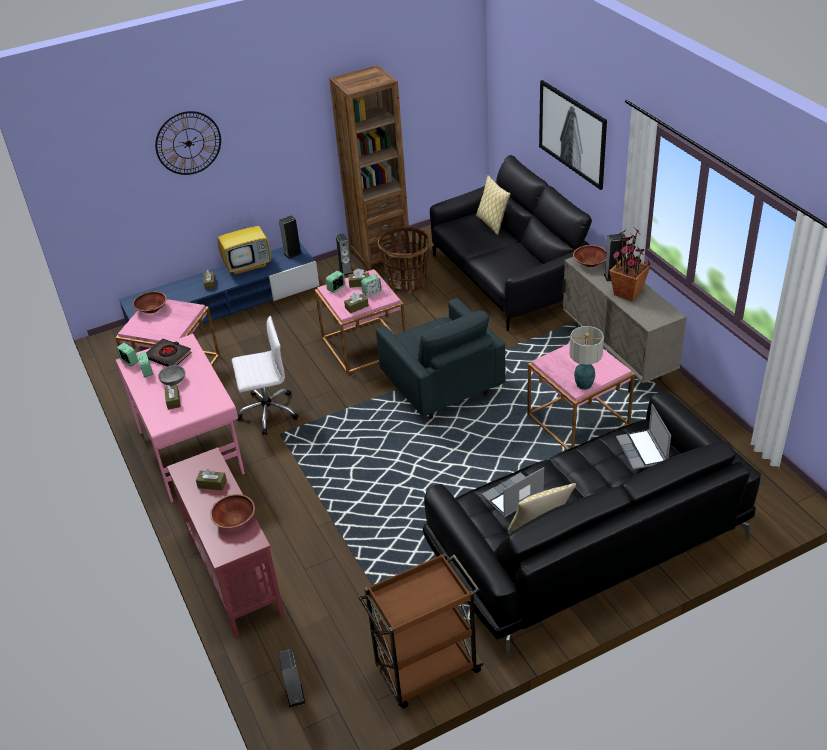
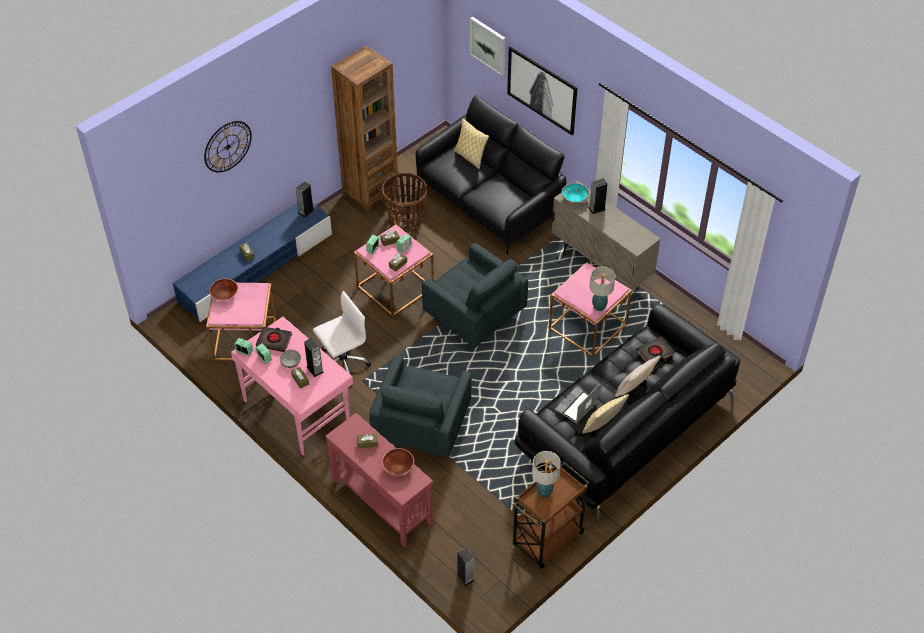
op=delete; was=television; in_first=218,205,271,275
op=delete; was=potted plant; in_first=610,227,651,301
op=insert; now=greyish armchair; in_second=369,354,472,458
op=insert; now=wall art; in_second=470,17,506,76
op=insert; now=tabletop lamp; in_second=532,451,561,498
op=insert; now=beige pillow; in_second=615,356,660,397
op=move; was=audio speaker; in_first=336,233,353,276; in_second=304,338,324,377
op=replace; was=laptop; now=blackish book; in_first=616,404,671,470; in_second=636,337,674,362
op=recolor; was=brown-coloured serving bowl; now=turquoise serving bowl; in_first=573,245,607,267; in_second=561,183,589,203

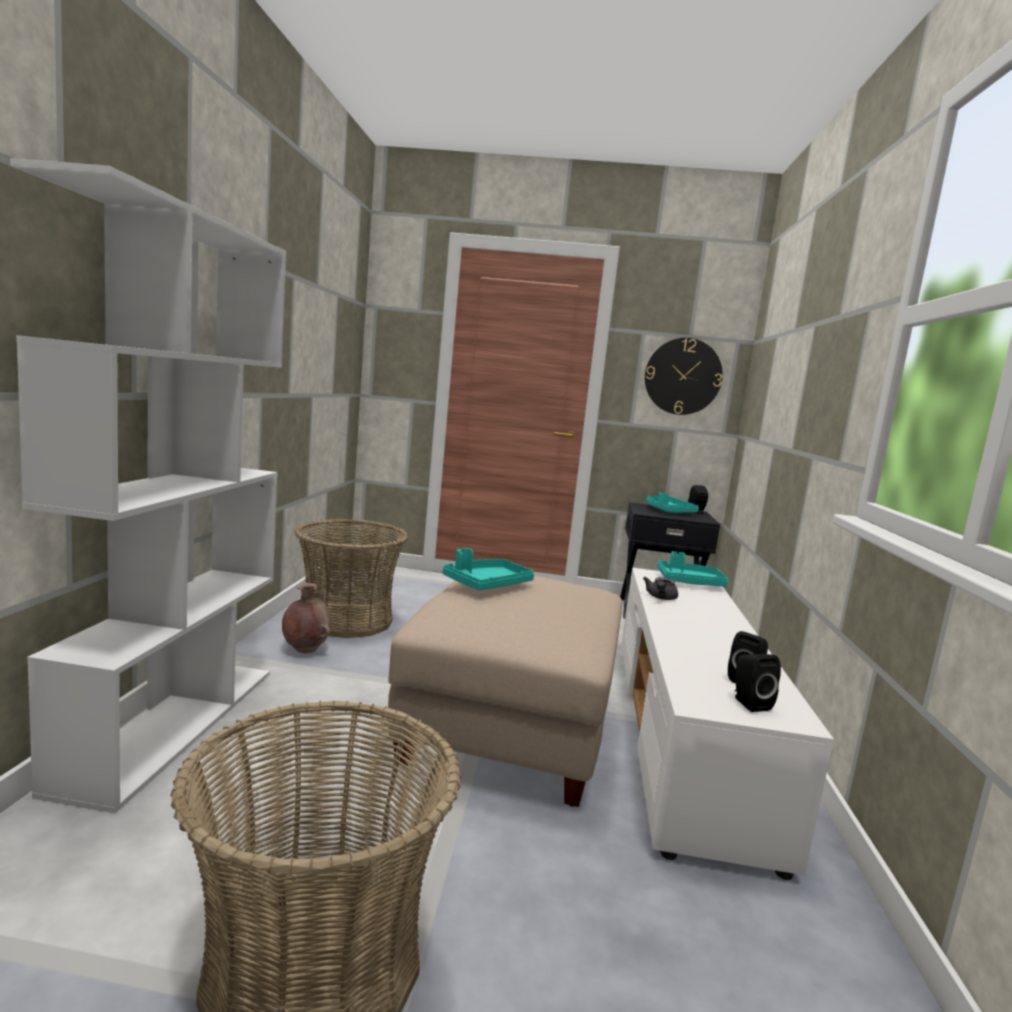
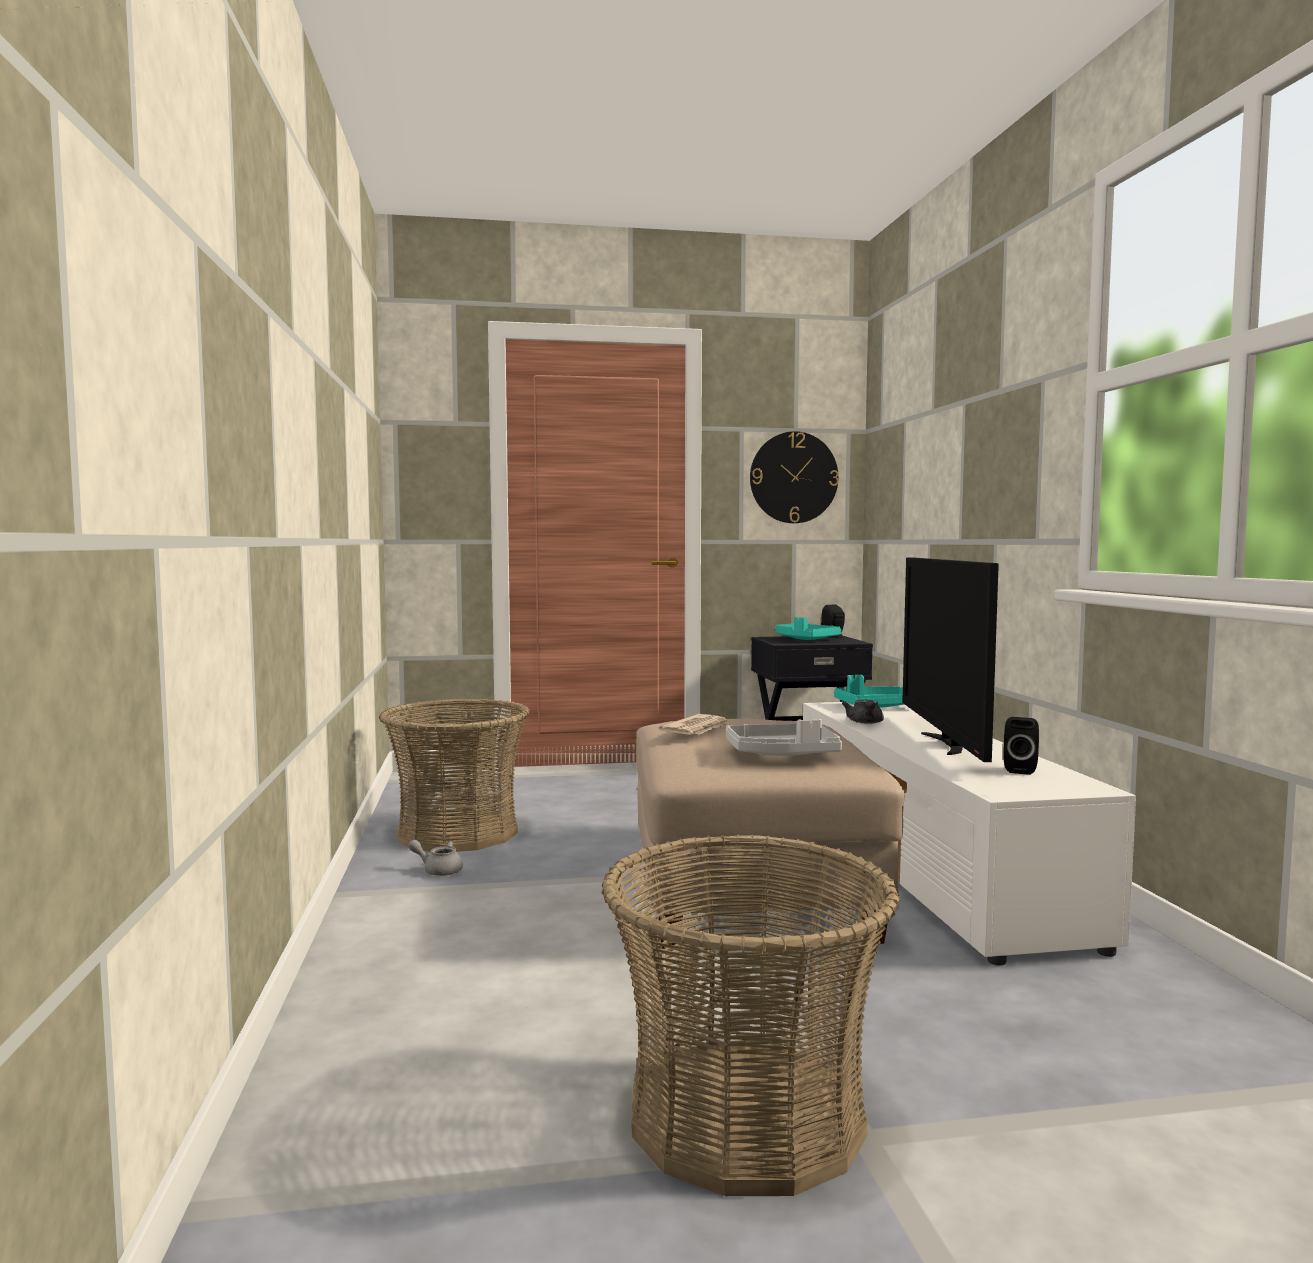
op=delete; was=white-coloured bookcase; in_first=10,158,286,813
op=delete; was=blackish audio speaker; in_first=735,654,781,712
op=insert; now=greyish tray; in_second=726,719,842,756
op=insert; now=television; in_second=902,557,999,762
op=replace; was=brown-coloured decorative vase; now=greyish pot for tea; in_first=282,583,331,653; in_second=408,840,463,876
op=replace; was=turquoise tray; now=printed paper; in_first=443,548,534,590; in_second=659,714,730,735

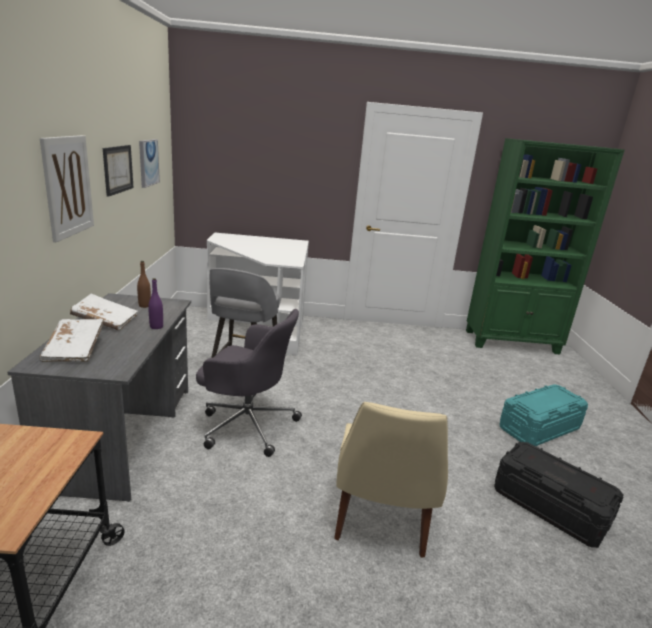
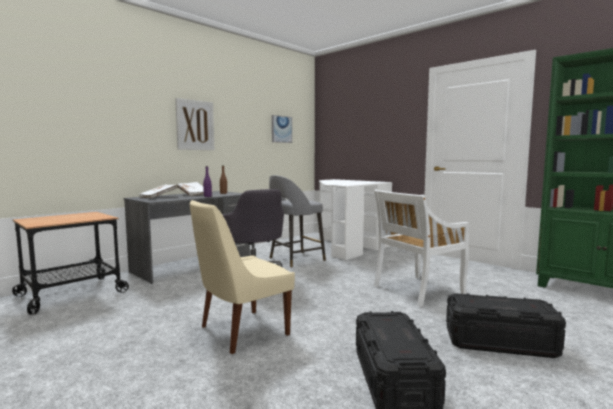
op=delete; was=wall art; in_first=103,145,134,197
op=insert; now=white-coloured upright chair; in_second=374,190,469,307
op=recolor; was=turquoise storage container; now=blackish storage container; in_first=499,384,588,446; in_second=446,293,566,358

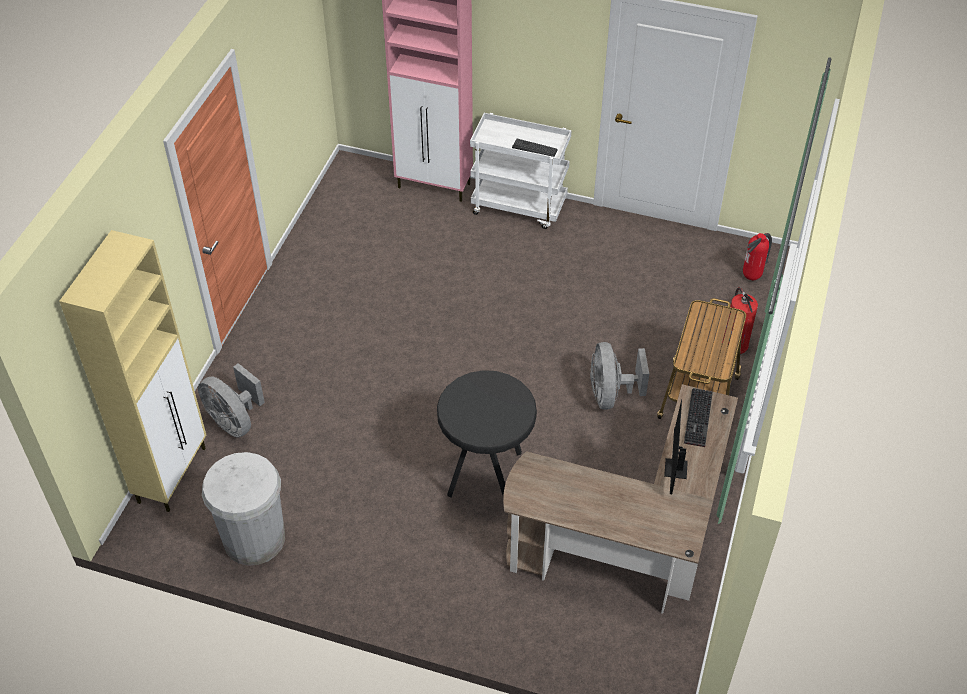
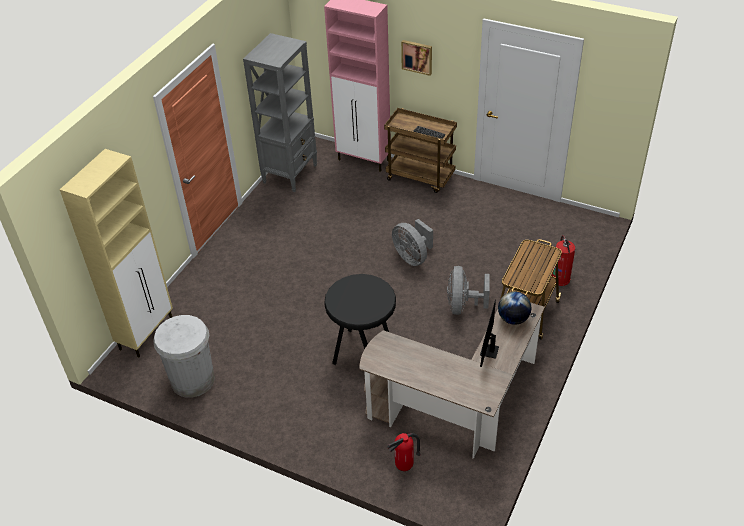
op=insert; now=greyish bookcase; in_second=243,33,317,192
op=insert; now=wall art; in_second=401,40,432,76
op=move; was=greyish electric fan; in_first=198,363,265,438; in_second=392,219,433,266
op=move; was=fire-fighting cylinder; in_first=743,233,772,280; in_second=387,433,421,471
op=replace; was=keyboard; now=world globe; in_first=684,388,713,447; in_second=498,291,531,325
op=recolor; was=white-coloured cart; now=brown-coloured cart; in_first=470,113,572,229; in_second=384,108,457,193

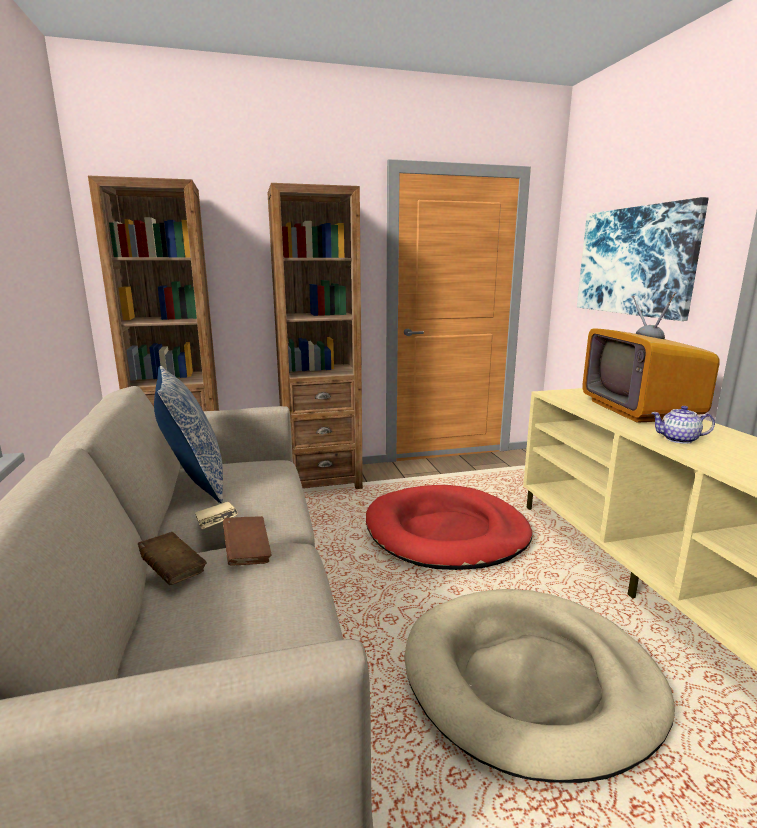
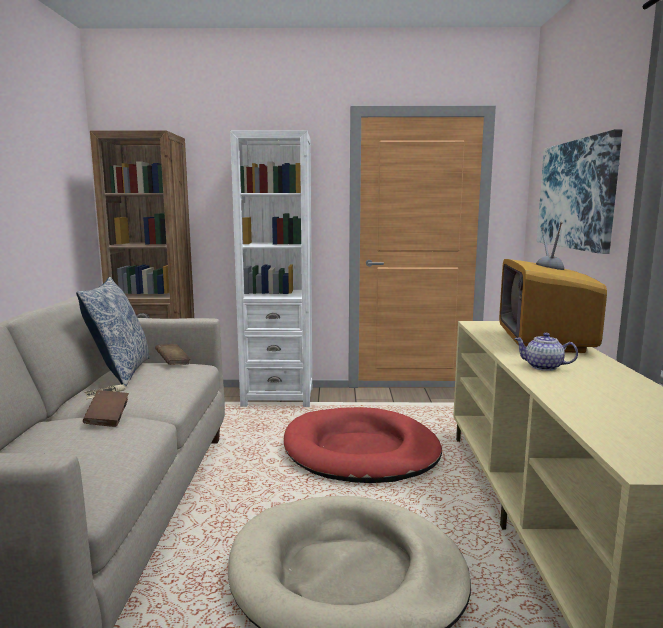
op=move; was=brown-coloured book; in_first=138,532,207,585; in_second=155,344,191,365
op=recolor; was=brown-coloured bookcase; now=white-coloured bookcase; in_first=268,183,363,489; in_second=230,130,312,407

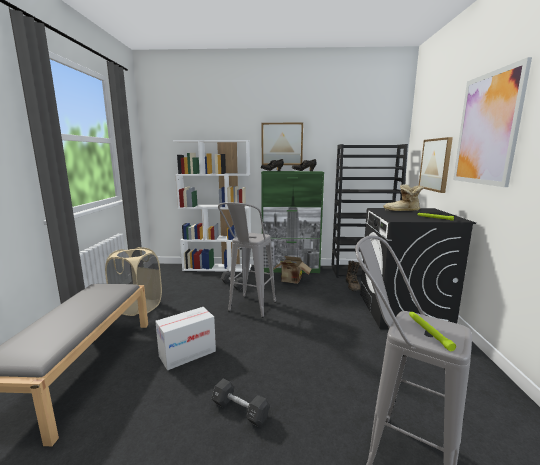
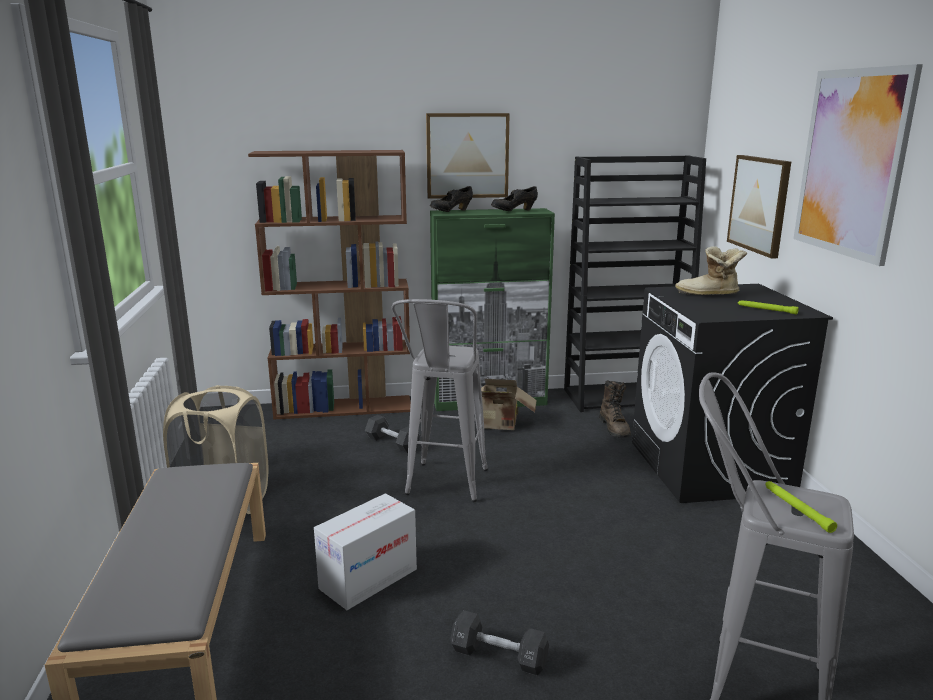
op=recolor; was=white-coloured bookcase; now=brown-coloured bookcase; in_first=173,140,252,272; in_second=248,150,411,420

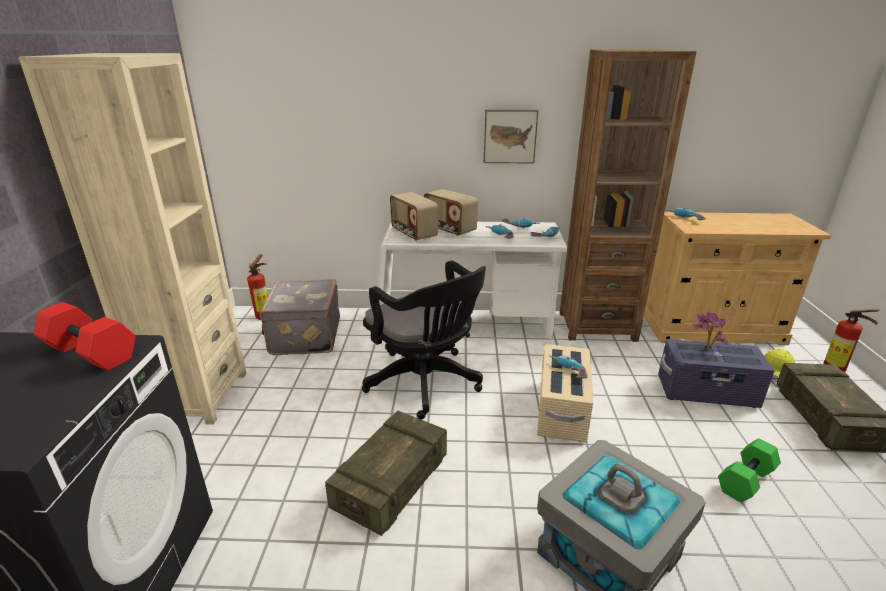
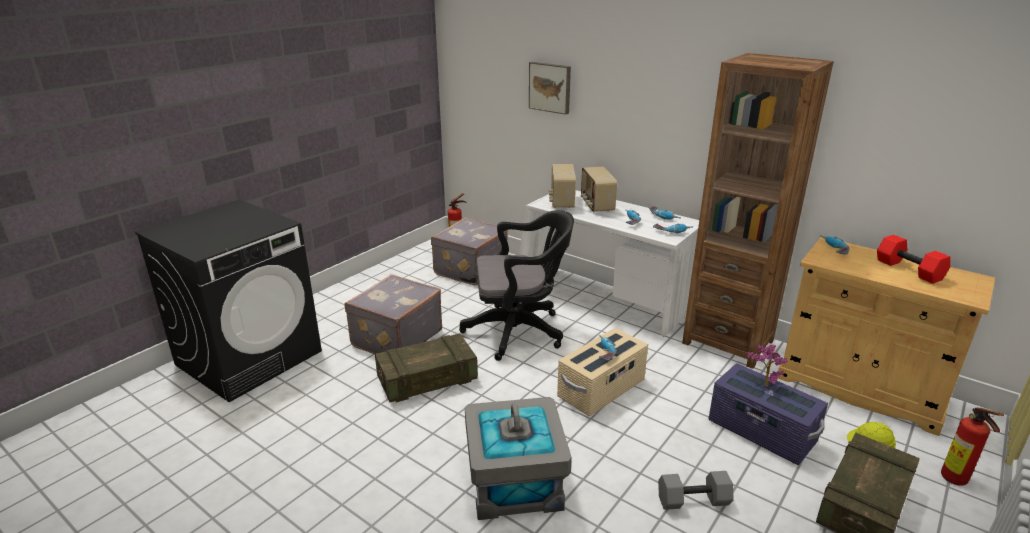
op=delete; was=beige bookcase; in_first=19,53,247,425
op=insert; now=greyish suitcase; in_second=344,274,442,355
op=move; was=reddish hand weight; in_first=33,302,136,371; in_second=877,235,950,284
op=move; was=wall art; in_first=484,109,538,164; in_second=529,62,571,115
op=recolor; was=greenish hand weight; now=greyish hand weight; in_first=718,438,781,503; in_second=658,471,734,510
op=rotate; was=blackish computer chair; in_first=362,260,486,420; in_second=459,210,574,361; clockwise=-90

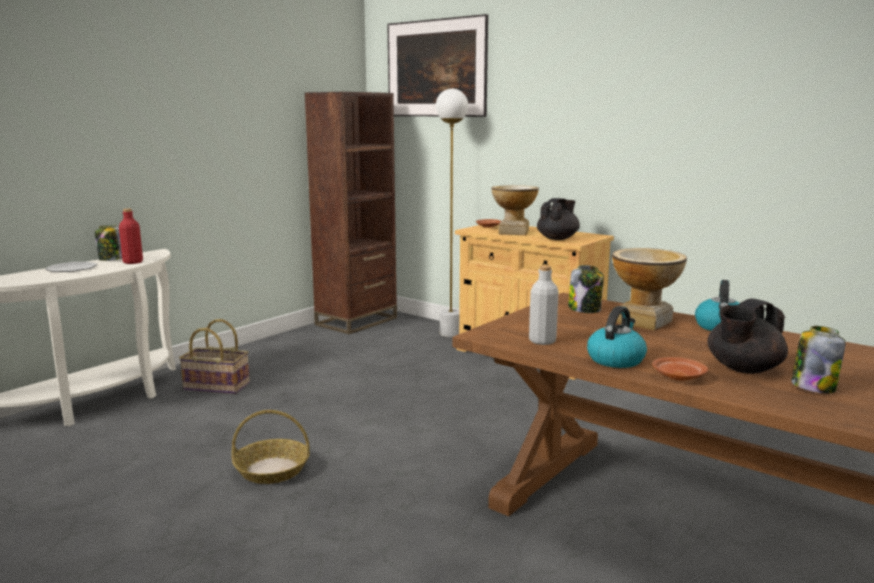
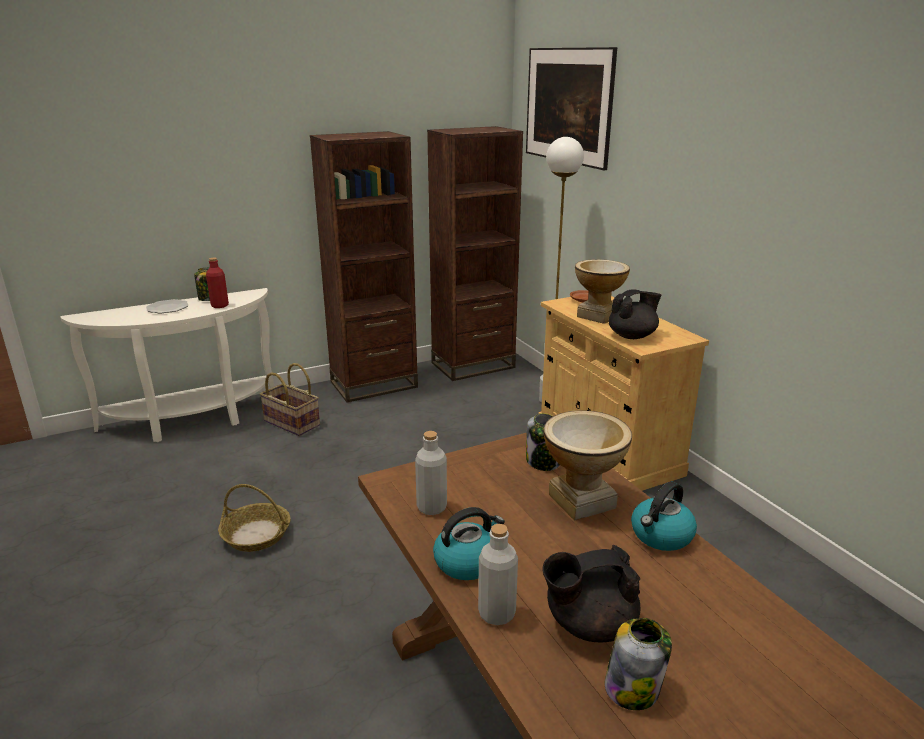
op=insert; now=brown-coloured bookcase; in_second=310,131,418,402
op=replace; was=brown-coloured flat dish; now=greyish bottle; in_first=652,357,708,381; in_second=478,524,518,625

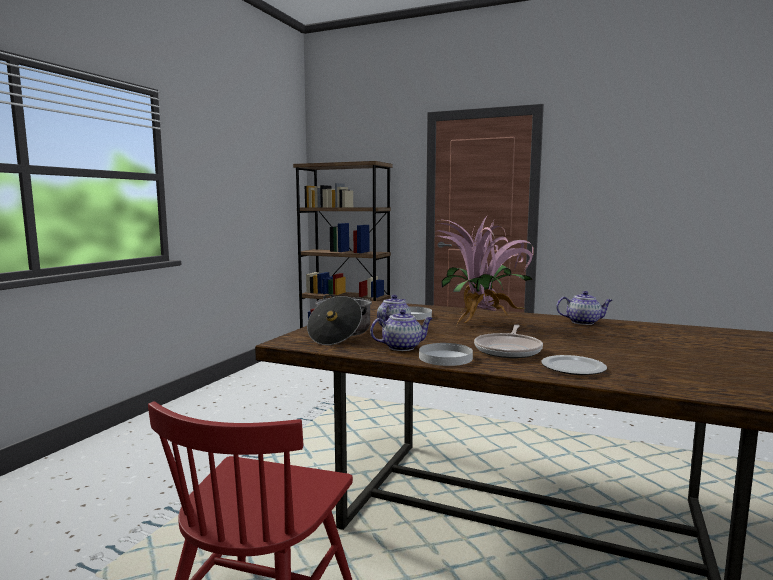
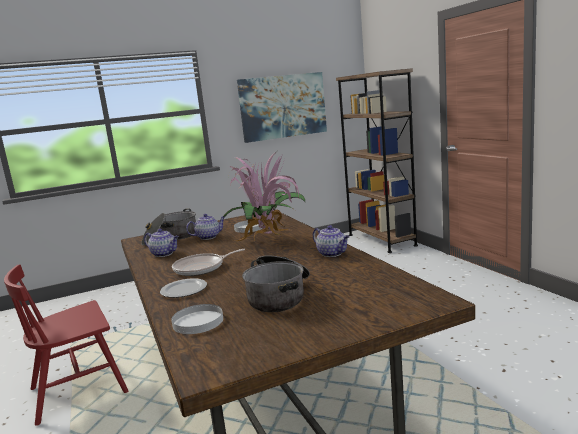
op=insert; now=wall art; in_second=237,72,327,143
op=insert; now=cooking pot; in_second=242,255,310,312
op=move; was=white-coloured flat dish; in_first=419,343,473,366; in_second=171,304,223,334

